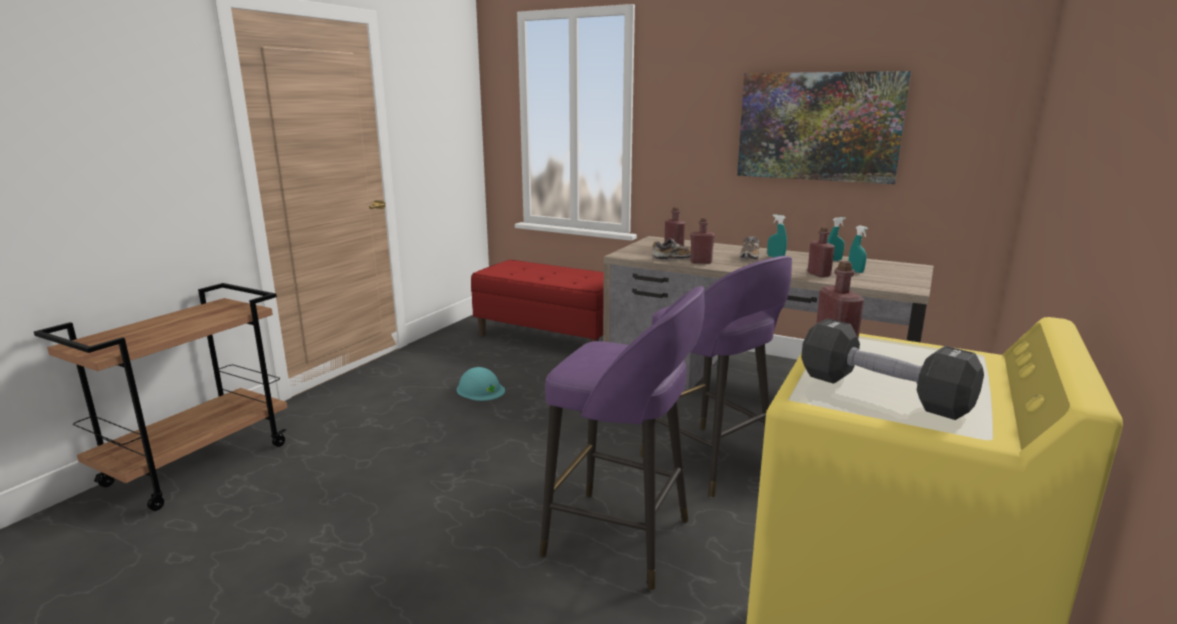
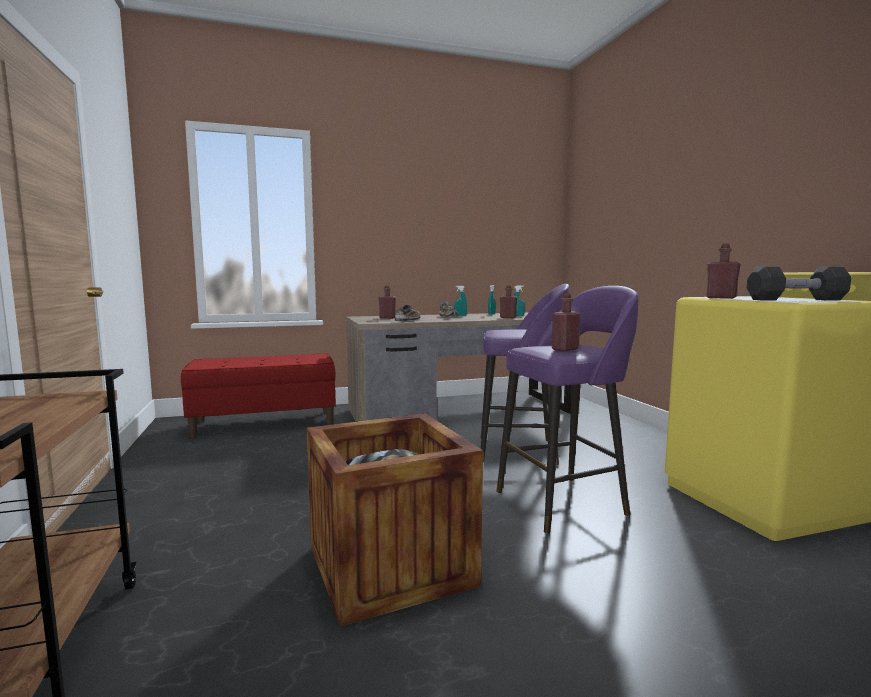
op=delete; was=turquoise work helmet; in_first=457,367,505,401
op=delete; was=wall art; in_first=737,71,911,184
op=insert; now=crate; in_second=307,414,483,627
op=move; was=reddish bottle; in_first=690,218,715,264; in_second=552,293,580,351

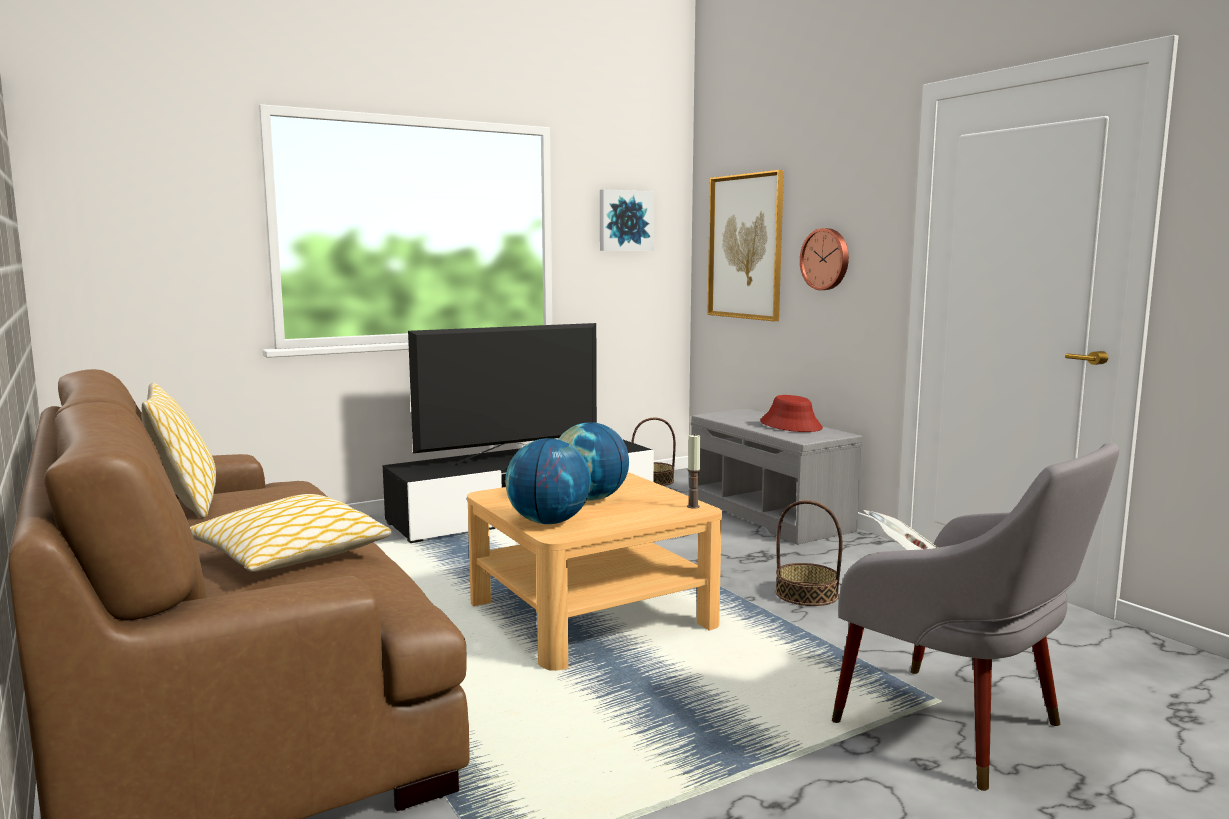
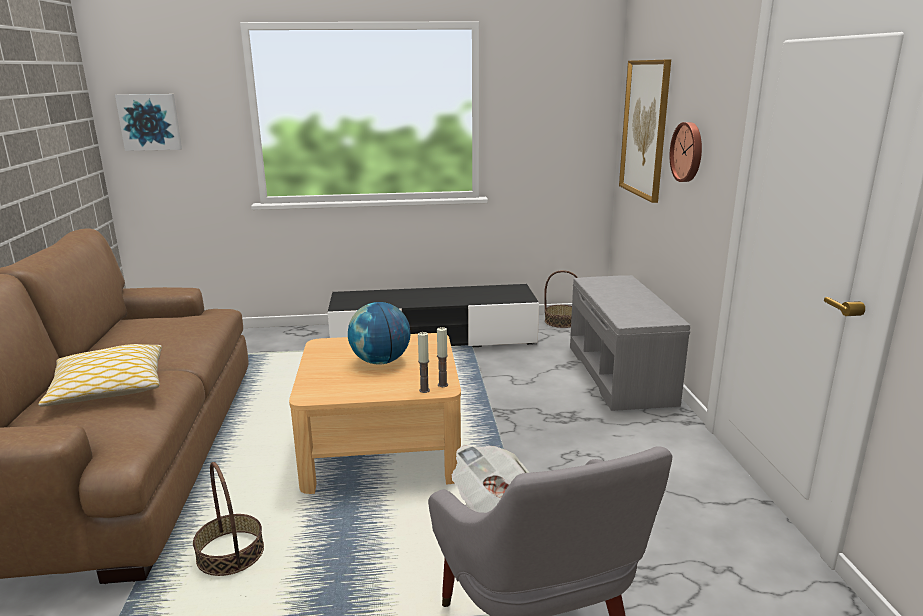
op=delete; was=pillow; in_first=142,383,216,518
op=delete; was=television; in_first=408,323,597,465
op=delete; was=world globe; in_first=505,438,591,524
op=delete; was=reddish wearable hat; in_first=760,395,823,432
op=insert; now=candle; in_second=418,332,430,393
op=move; was=wall art; in_first=600,189,654,251; in_second=115,94,182,151
op=move; was=basket; in_first=776,500,843,606; in_second=193,462,264,576

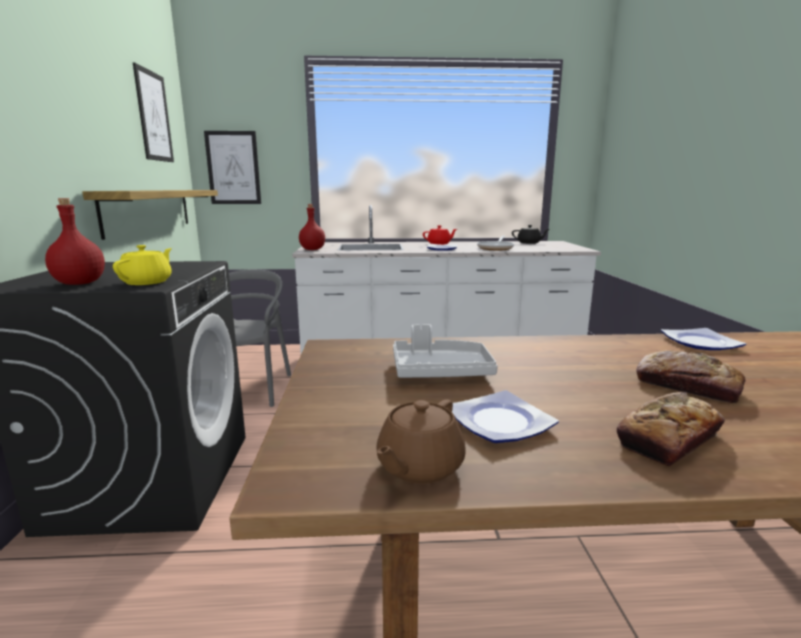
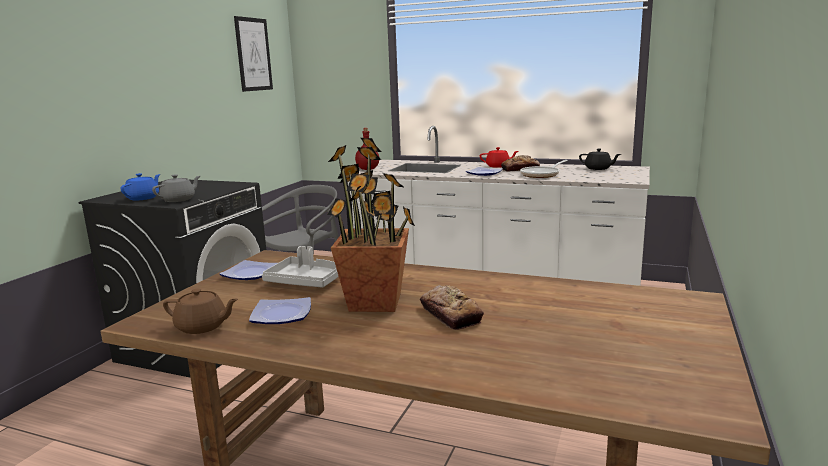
op=delete; was=bracket shelf; in_first=82,190,218,240
op=delete; was=wall art; in_first=204,131,261,204
op=insert; now=potted plant; in_second=327,138,415,312
op=move; was=bakery bread; in_first=617,392,725,467; in_second=501,155,540,172
op=move; was=flat dish; in_first=661,328,746,350; in_second=219,260,277,280
op=replace; was=reddish bottle; now=blue-coloured pot for tea; in_first=45,198,105,285; in_second=120,173,160,200
op=recolor; was=yellowish pot for tea; now=greyish pot for tea; in_first=113,245,172,285; in_second=152,174,200,202
op=rotate; was=brown-coloured pot for tea; in_first=376,400,465,484; in_second=163,289,238,334; clockwise=-135

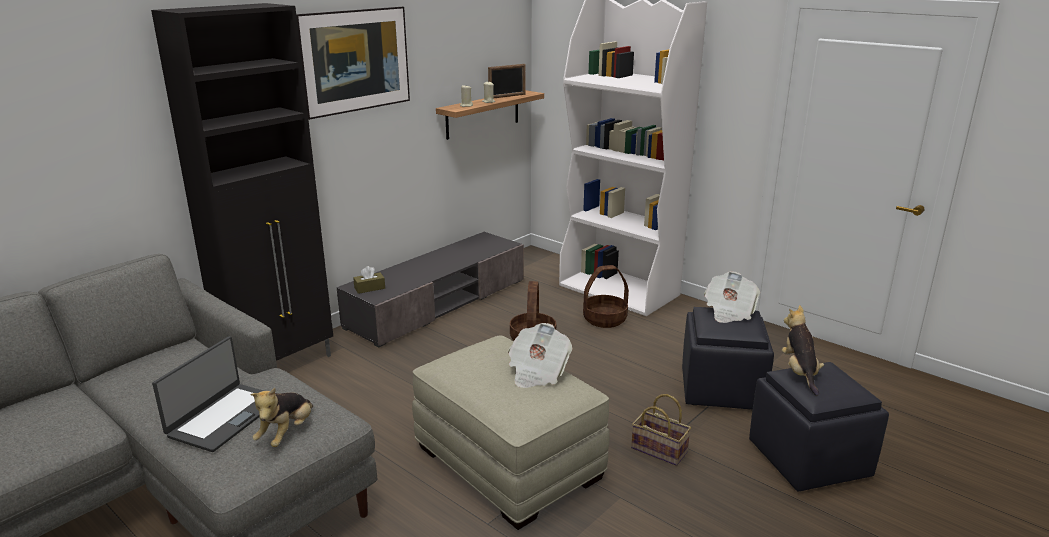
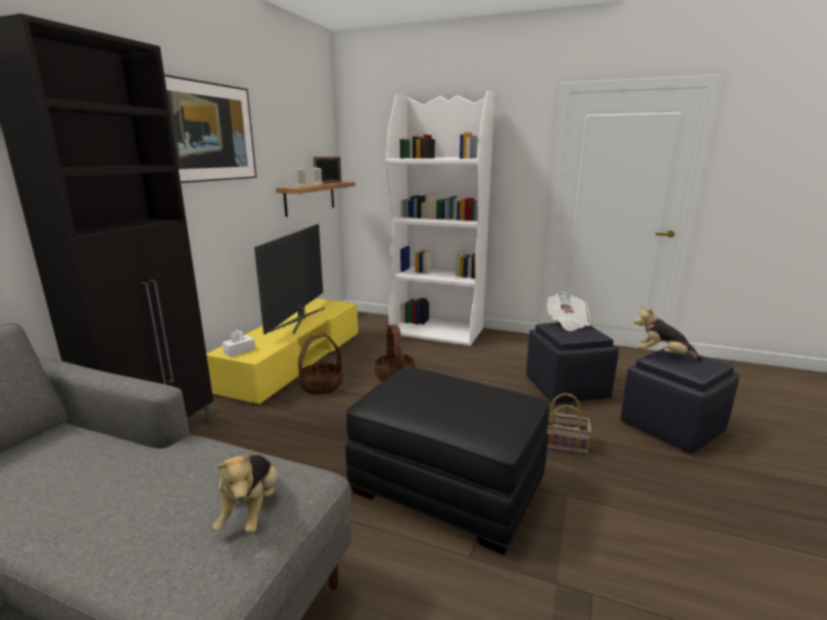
op=delete; was=laptop; in_first=152,336,264,452
op=delete; was=printed paper; in_first=508,323,572,388
op=insert; now=television; in_second=254,224,325,334
op=move; was=basket; in_first=583,265,629,328; in_second=298,333,343,395
op=recolor; was=greyish tv unit; now=yellowish tv unit; in_first=337,232,524,348; in_second=206,298,358,406
op=recolor; was=brown-coloured tissue box; now=white-coloured tissue box; in_first=353,266,385,294; in_second=222,330,255,357
op=recolor; was=beige ottoman; now=blackish ottoman; in_first=412,335,610,530; in_second=346,366,550,555
op=rotate; was=soft toy; in_first=782,305,824,396; in_second=634,305,703,361; clockwise=-45

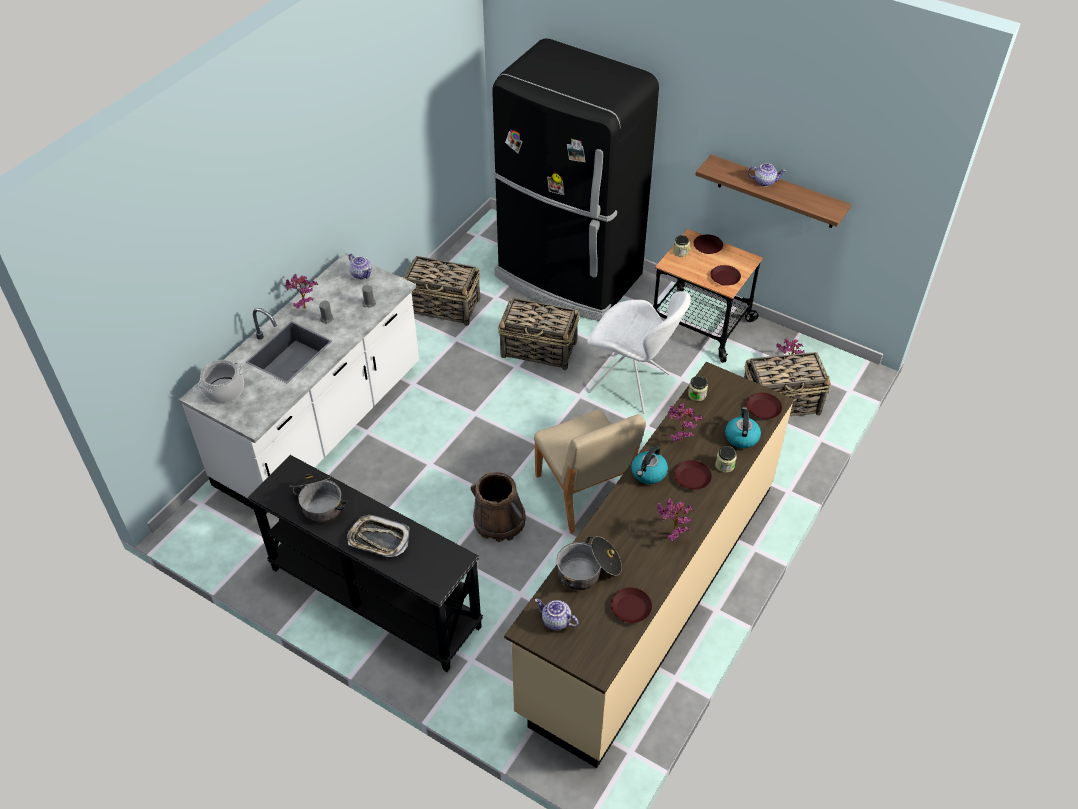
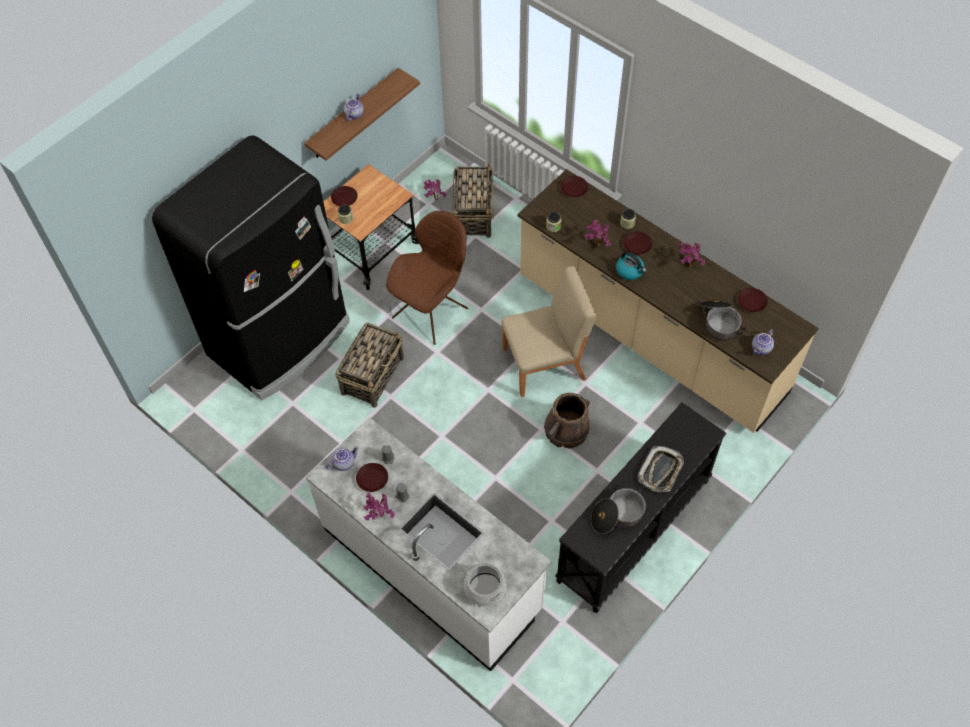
op=delete; was=basket; in_first=403,256,480,326
op=delete; was=kettle; in_first=725,407,761,448
op=move; was=brown-coloured flat dish; in_first=710,265,741,286; in_second=356,463,388,492
op=recolor; was=white-coloured upright chair; now=brown-coloured upright chair; in_first=587,291,691,414; in_second=386,211,468,345

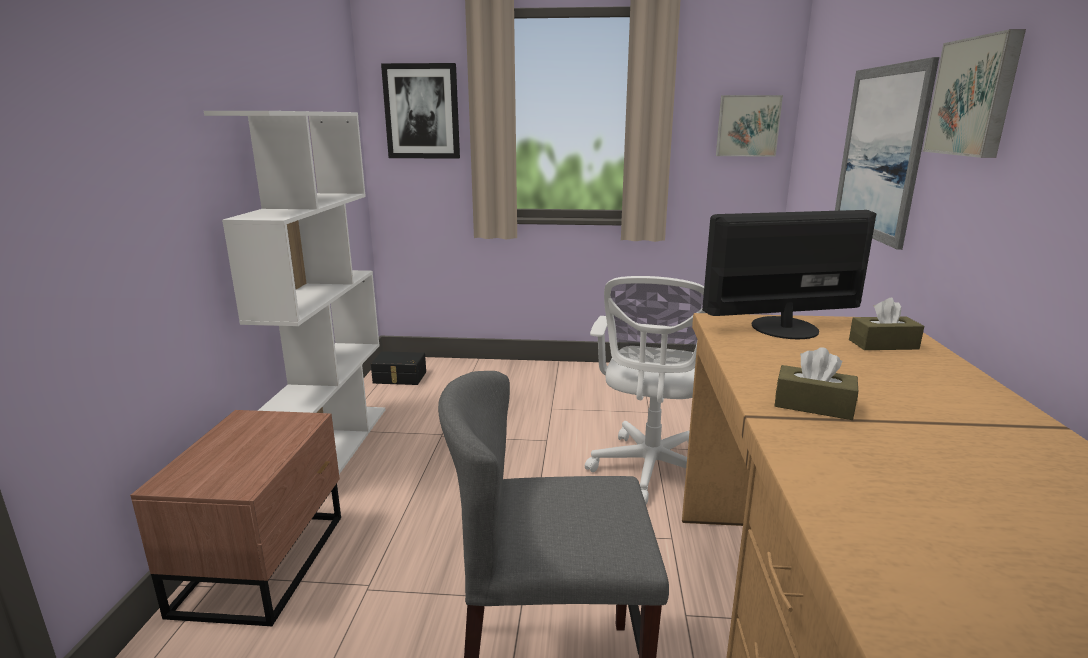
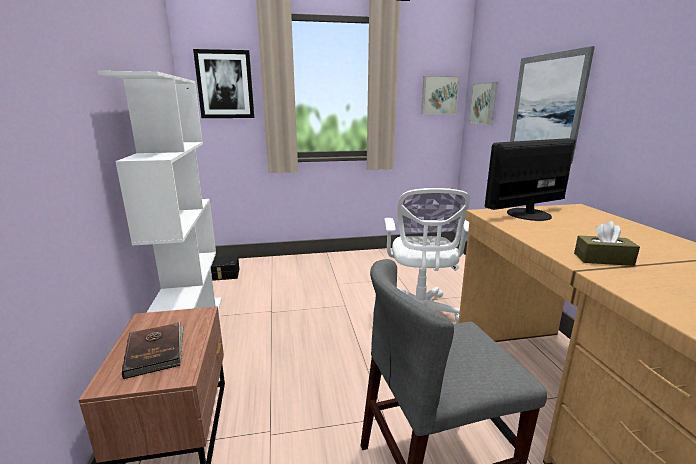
op=delete; was=brown-coloured tissue box; in_first=849,298,924,350
op=insert; now=brown-coloured book; in_second=122,322,183,379
op=move; was=wall art; in_first=923,29,1026,158; in_second=469,82,497,125

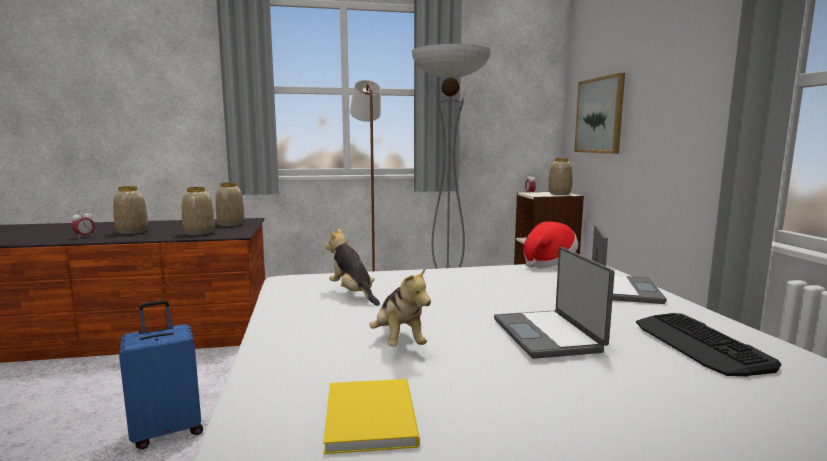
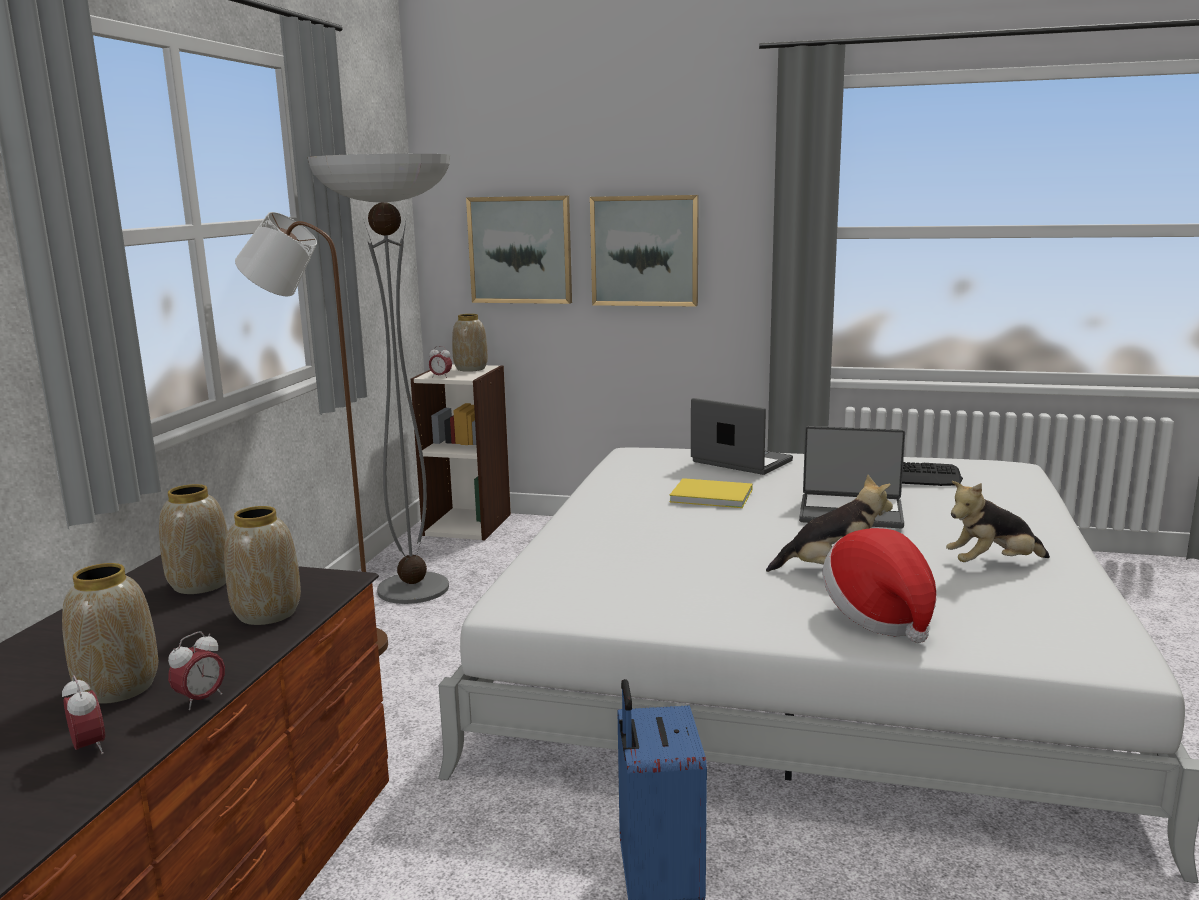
op=insert; now=bedside clock; in_second=168,631,225,710
op=insert; now=wall art; in_second=590,195,699,307
op=move; was=yellowish book; in_first=323,379,420,454; in_second=669,478,753,508
op=move; was=soft toy; in_first=325,228,380,306; in_second=946,481,1050,562
op=move; was=wearable hat; in_first=523,222,578,267; in_second=823,528,937,643

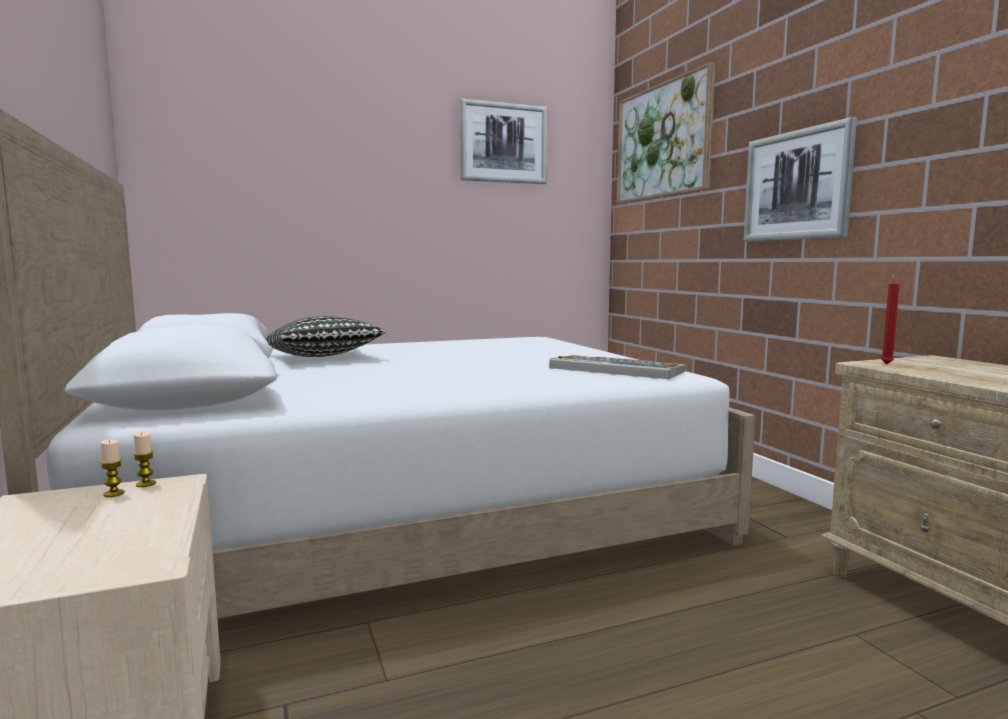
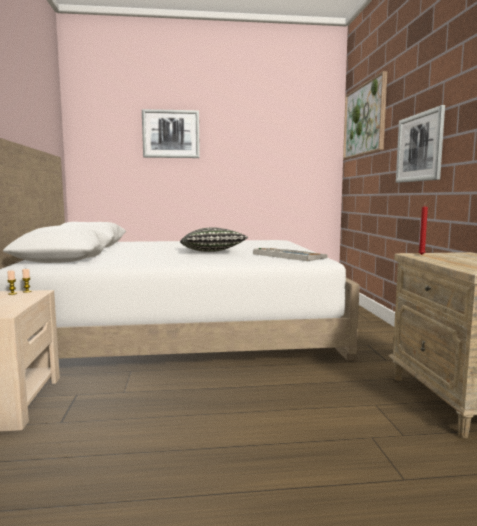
op=move; was=pillow; in_first=266,316,386,357; in_second=180,228,248,252
op=move; was=wall art; in_first=460,98,548,184; in_second=142,109,200,158

